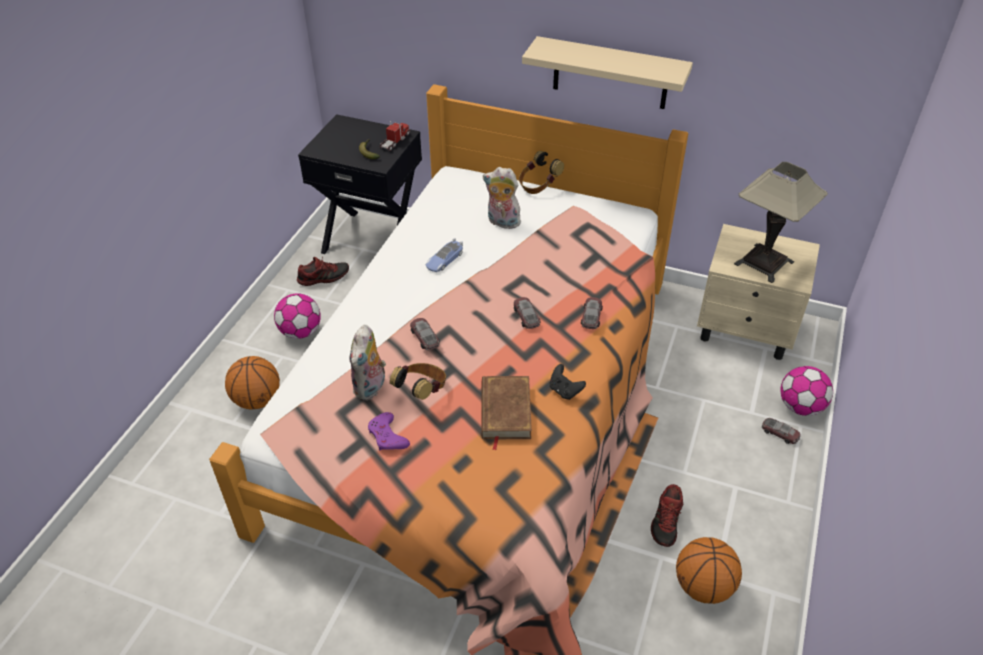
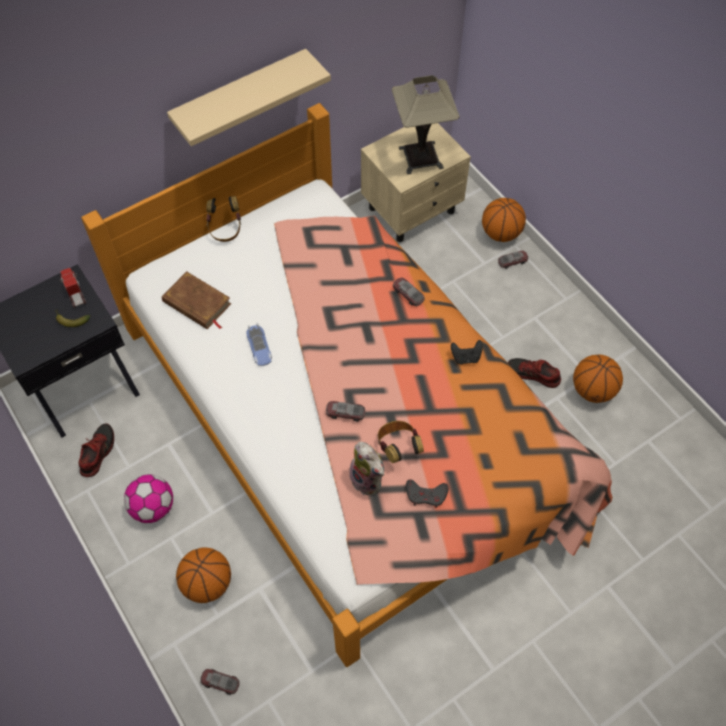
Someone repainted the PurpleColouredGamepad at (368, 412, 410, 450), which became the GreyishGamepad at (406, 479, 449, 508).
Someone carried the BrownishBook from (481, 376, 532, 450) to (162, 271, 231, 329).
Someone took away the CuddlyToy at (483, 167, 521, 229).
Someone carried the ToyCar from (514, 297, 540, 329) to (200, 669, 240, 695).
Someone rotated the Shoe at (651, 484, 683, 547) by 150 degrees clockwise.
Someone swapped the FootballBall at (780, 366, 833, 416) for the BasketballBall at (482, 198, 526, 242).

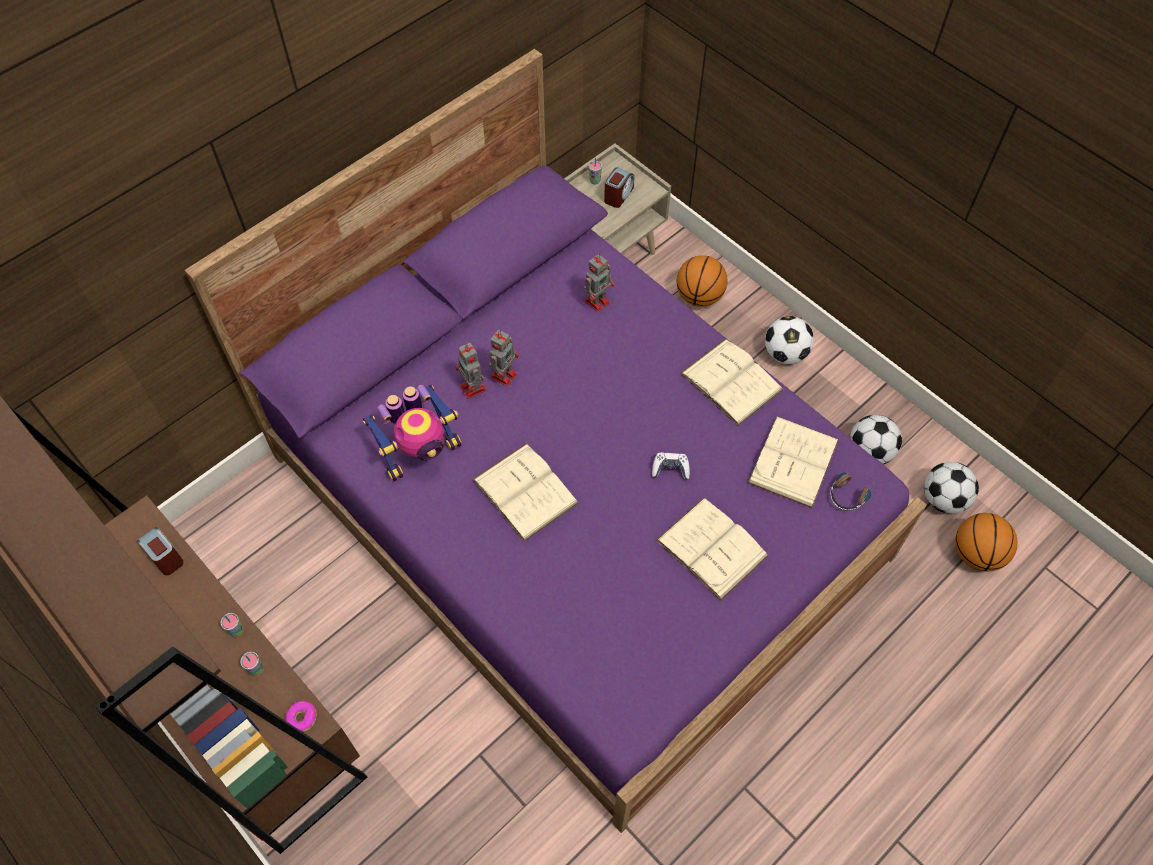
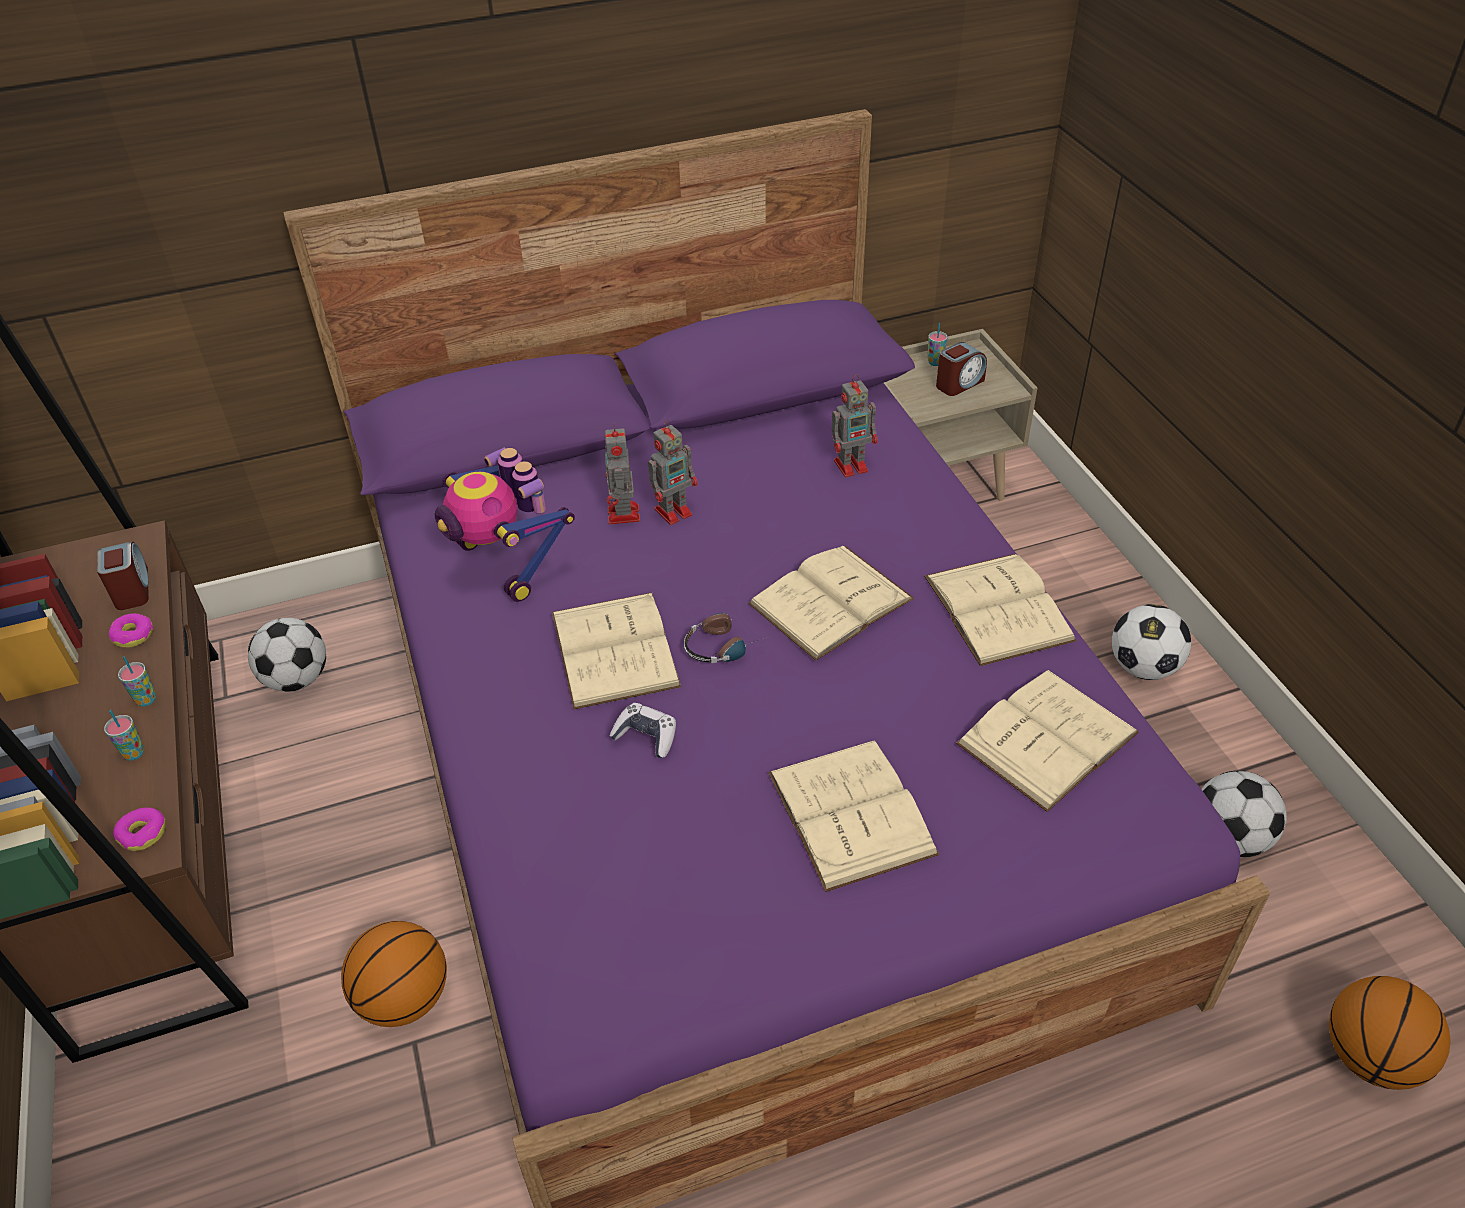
Someone rotated the ToyRobot at (363, 384, 462, 481) by 60 degrees clockwise.
Someone carried the Gamepad from (652, 453, 690, 479) to (609, 703, 676, 758).
Someone carried the BasketballBall from (676, 255, 728, 307) to (341, 921, 447, 1027).
Someone carried the Headphones from (830, 473, 877, 510) to (684, 613, 763, 663).
Someone carried the FootballBall from (924, 462, 979, 514) to (248, 618, 326, 692).
Someone put down the RingDoughnut at (109, 613, 154, 648).
Someone put down the BeigeColouredBook at (748, 546, 914, 661).

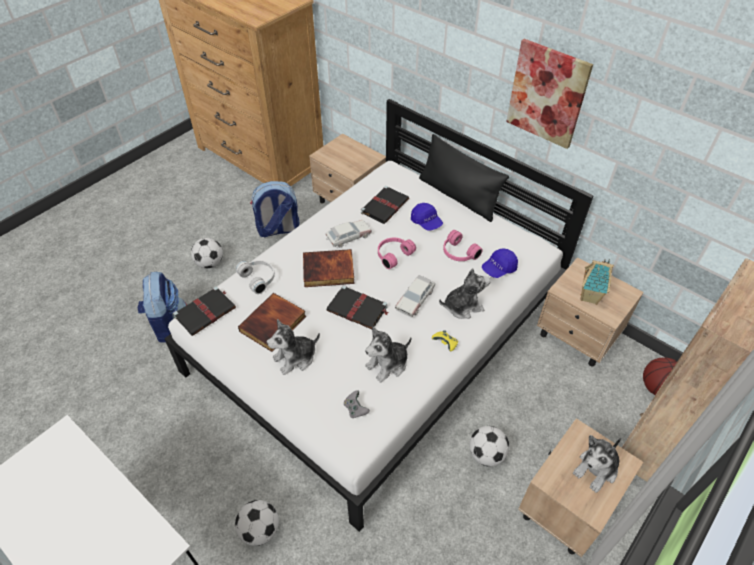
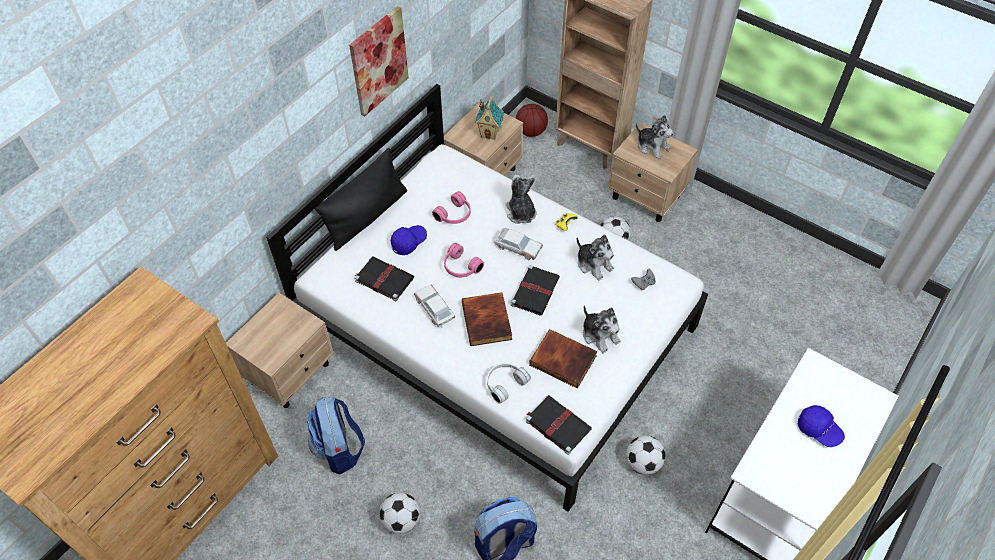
Someone carried the FootballBall from (235, 500, 279, 546) to (626, 435, 665, 475).
Someone carried the BluishCap from (482, 248, 518, 278) to (798, 405, 845, 447).

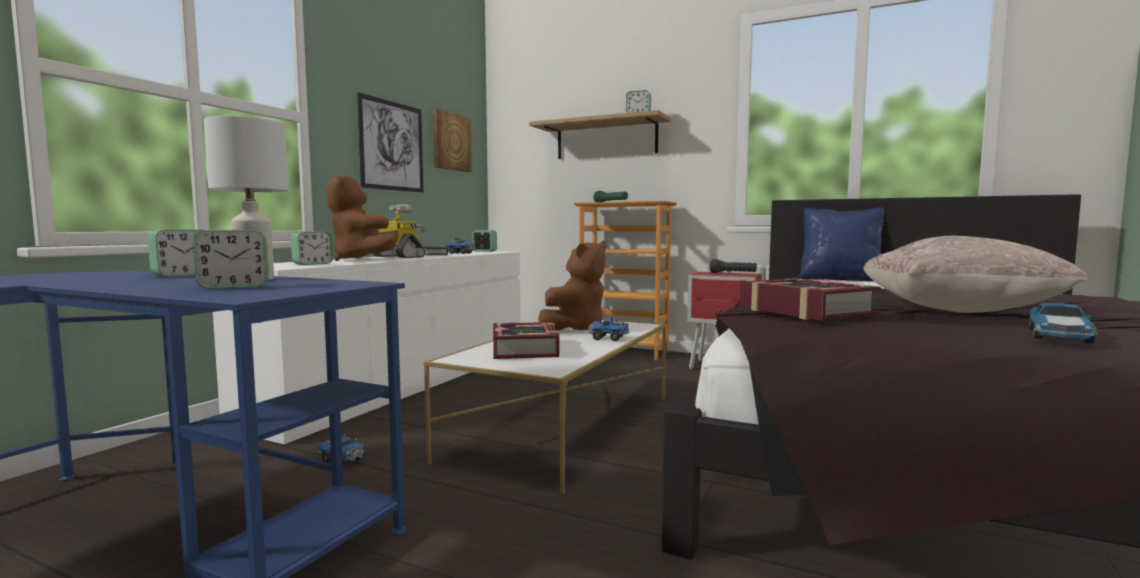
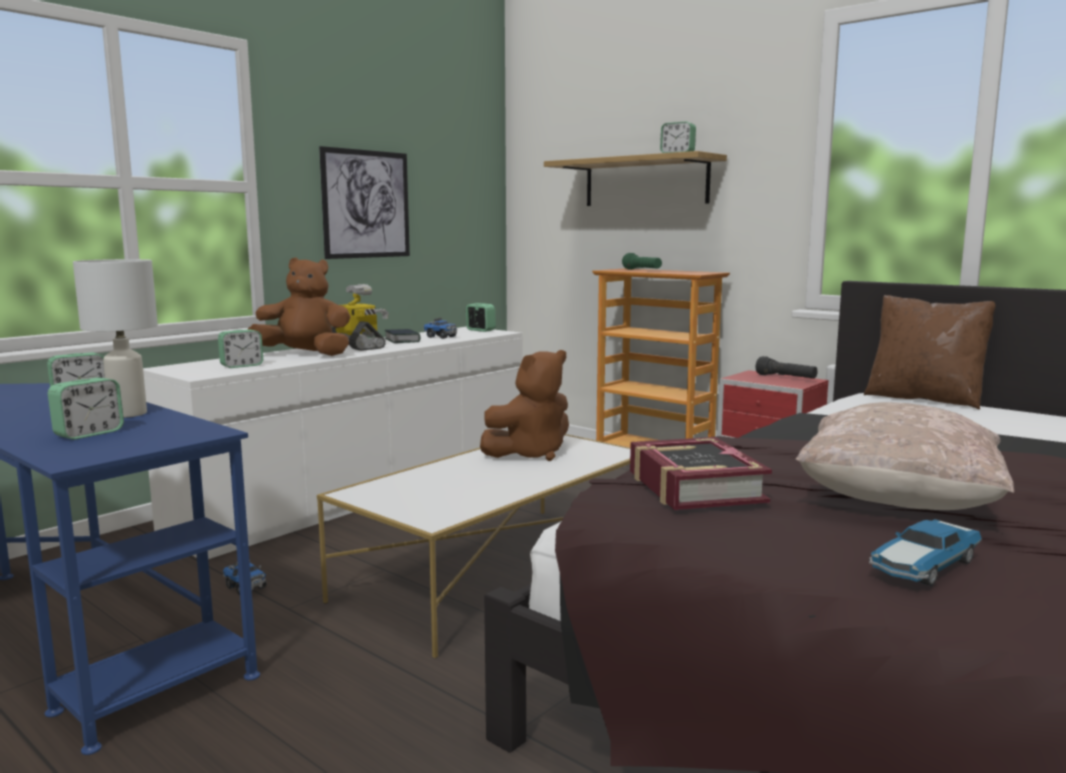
Someone rotated the AlarmClock at (193, 230, 269, 289) by 45 degrees counterclockwise.
Someone rotated the BrownishCuddlyToy at (326, 173, 398, 261) by 120 degrees clockwise.
Someone took away the Picture at (433, 109, 472, 172).
Someone took away the Book at (493, 322, 560, 359).
Someone took away the ToyLorry at (588, 316, 630, 341).
Someone repainted the BluishCushion at (798, 207, 885, 280), which became the BrownishCushion at (864, 295, 995, 409).

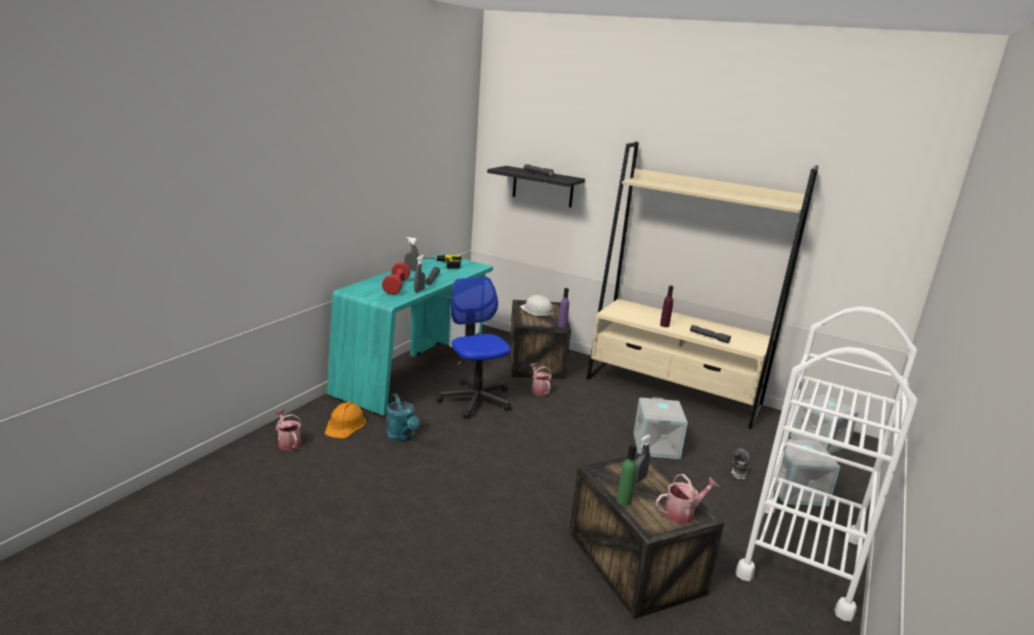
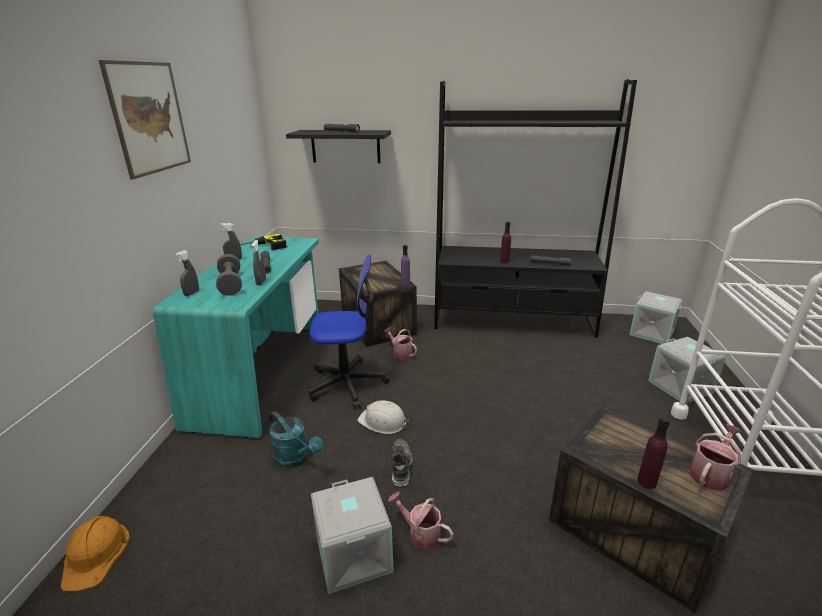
Someone carried the SprinklingCan from (275, 409, 301, 450) to (388, 492, 454, 550).
Someone carried the OrangeyHardHat from (325, 402, 366, 438) to (61, 516, 130, 591).
Someone repainted the RedColouredDumbbell at (382, 262, 411, 295), which became the GreyishDumbbell at (216, 254, 242, 295).
Someone rotated the DeskChair at (436, 277, 511, 419) by 135 degrees clockwise.
Someone carried the WhiteColouredHardHat from (520, 295, 554, 317) to (358, 400, 409, 434).
Someone repainted the BeigeColouredBookshelf at (587, 142, 819, 429), which became the BlackColouredBookshelf at (434, 79, 637, 338).
Someone repainted the GreenColouredDrinkBottle at (617, 443, 637, 506), which became the PurpleColouredDrinkBottle at (637, 416, 670, 489).
Someone carried the GreyishStorageBox from (633, 397, 688, 459) to (311, 477, 394, 594).
Someone carried the GreyishSprayBottle from (635, 434, 651, 483) to (176, 250, 199, 296).
Someone carried the Shoe from (731, 448, 751, 479) to (391, 439, 413, 486).
Someone put up the Picture at (98, 60, 191, 179).

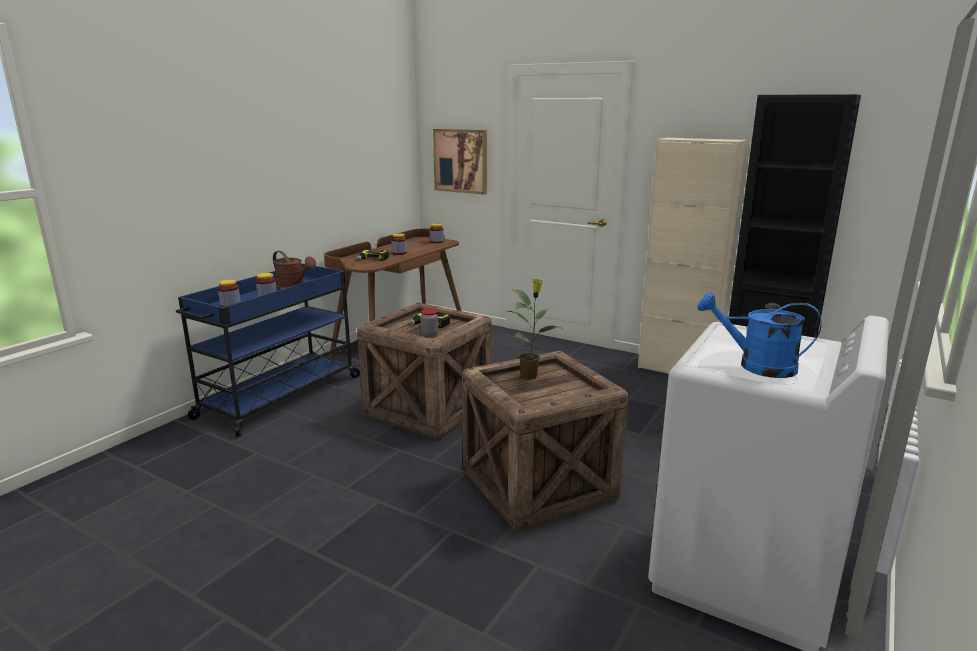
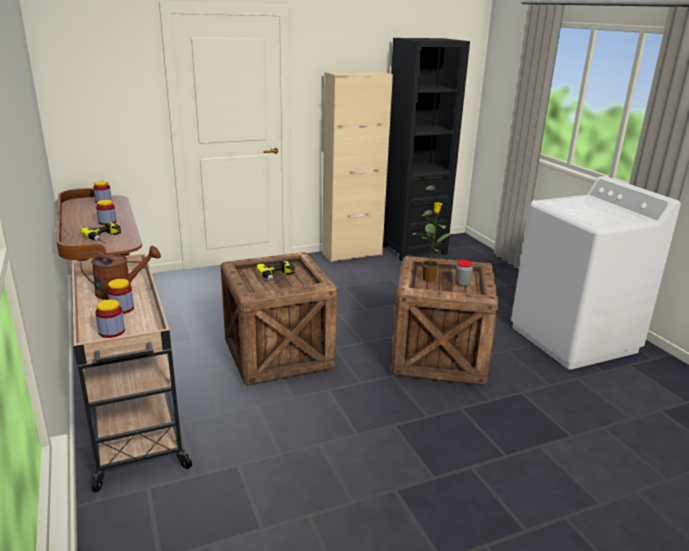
Someone repainted the BluishWheeledCart at (176, 264, 360, 437), which became the BeigeColouredWheeledCart at (72, 253, 192, 492).
Someone carried the Jar from (420, 309, 438, 337) to (455, 260, 473, 287).
Someone took away the Picture at (433, 129, 487, 195).
Someone took away the BluishSprinklingCan at (697, 292, 821, 378).

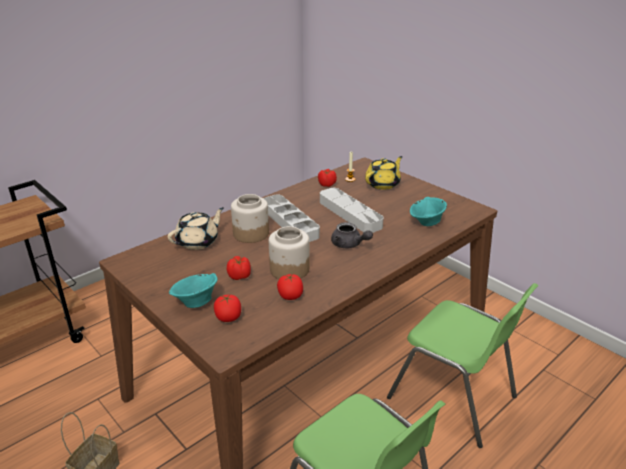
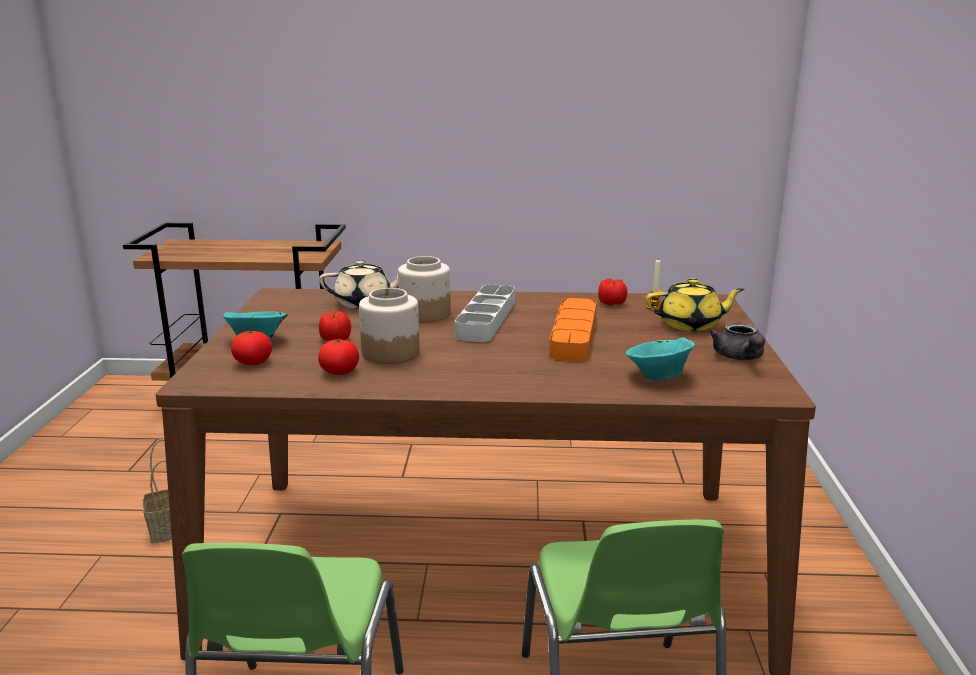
Someone repainted the GreyishCarryingTray at (320, 188, 384, 233), which became the OrangeyCarryingTray at (549, 298, 597, 361).
Someone carried the GreyishTeaPot from (331, 222, 373, 249) to (709, 323, 765, 360).

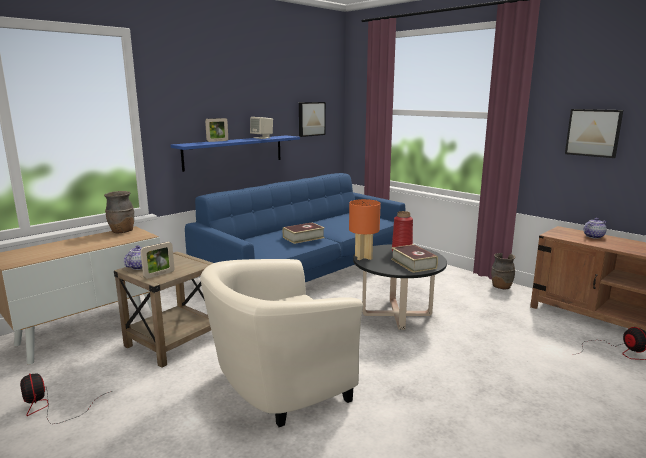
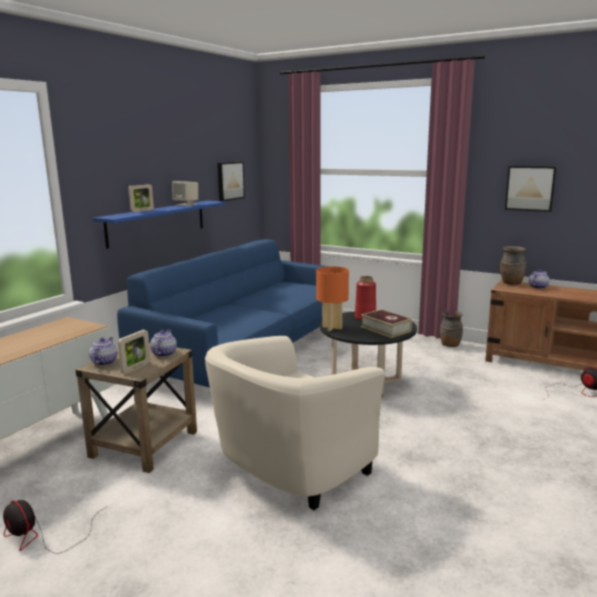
Someone carried the BrownishVase from (104, 191, 134, 233) to (500, 246, 527, 285).
Someone took away the Book at (283, 222, 325, 244).
Someone put down the TeaPot at (150, 330, 177, 357).

